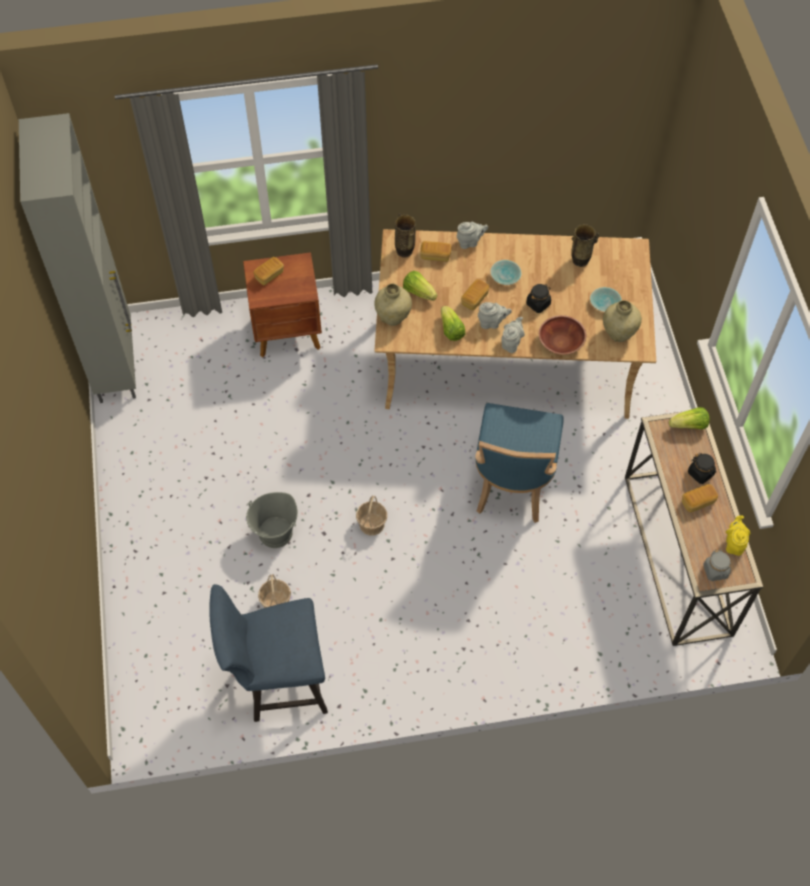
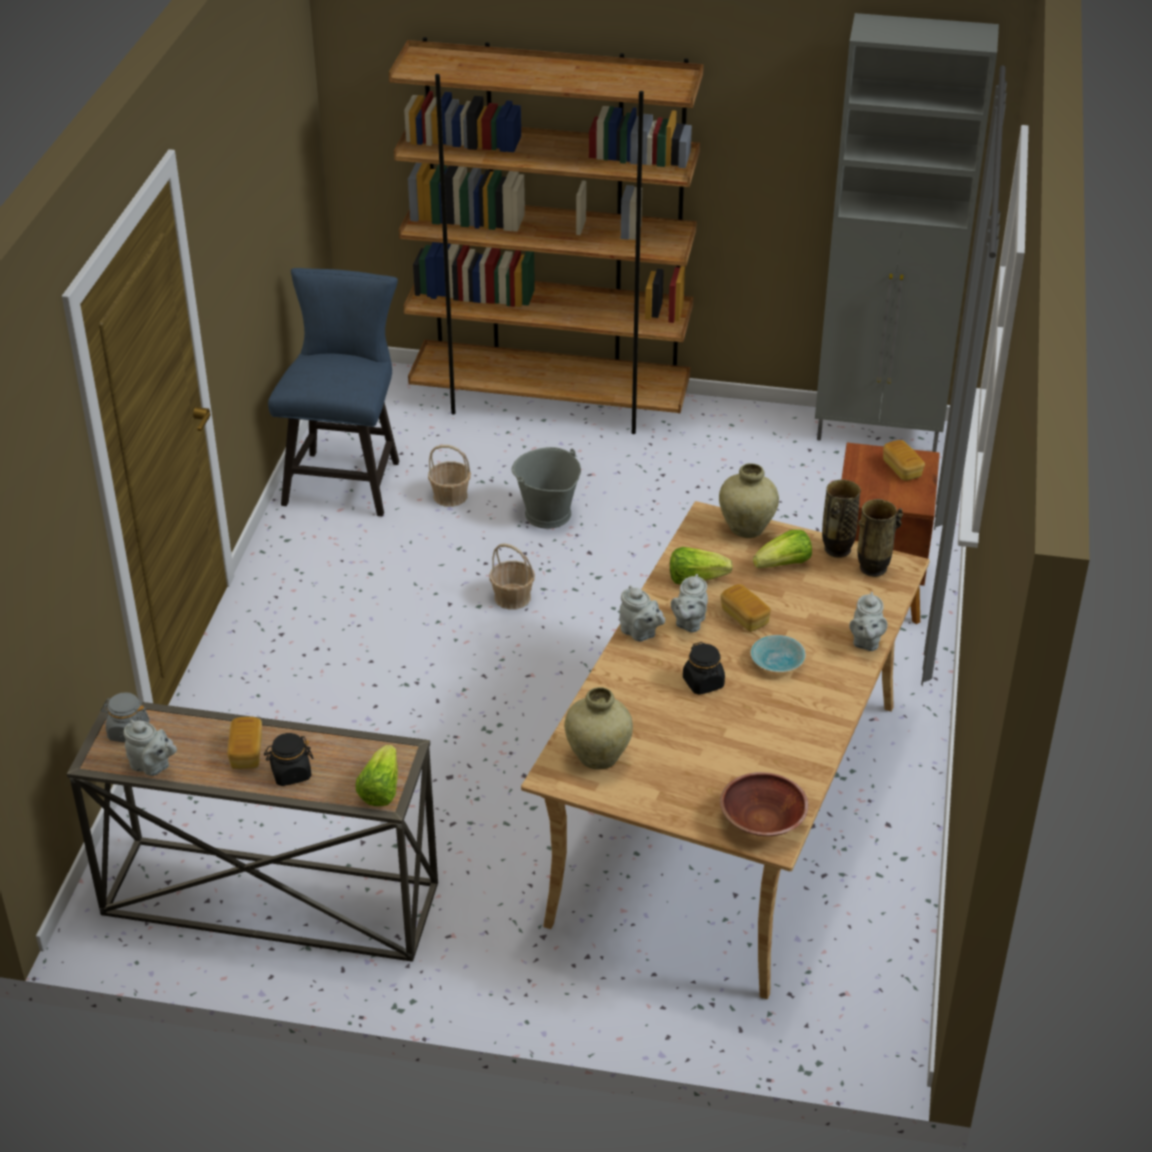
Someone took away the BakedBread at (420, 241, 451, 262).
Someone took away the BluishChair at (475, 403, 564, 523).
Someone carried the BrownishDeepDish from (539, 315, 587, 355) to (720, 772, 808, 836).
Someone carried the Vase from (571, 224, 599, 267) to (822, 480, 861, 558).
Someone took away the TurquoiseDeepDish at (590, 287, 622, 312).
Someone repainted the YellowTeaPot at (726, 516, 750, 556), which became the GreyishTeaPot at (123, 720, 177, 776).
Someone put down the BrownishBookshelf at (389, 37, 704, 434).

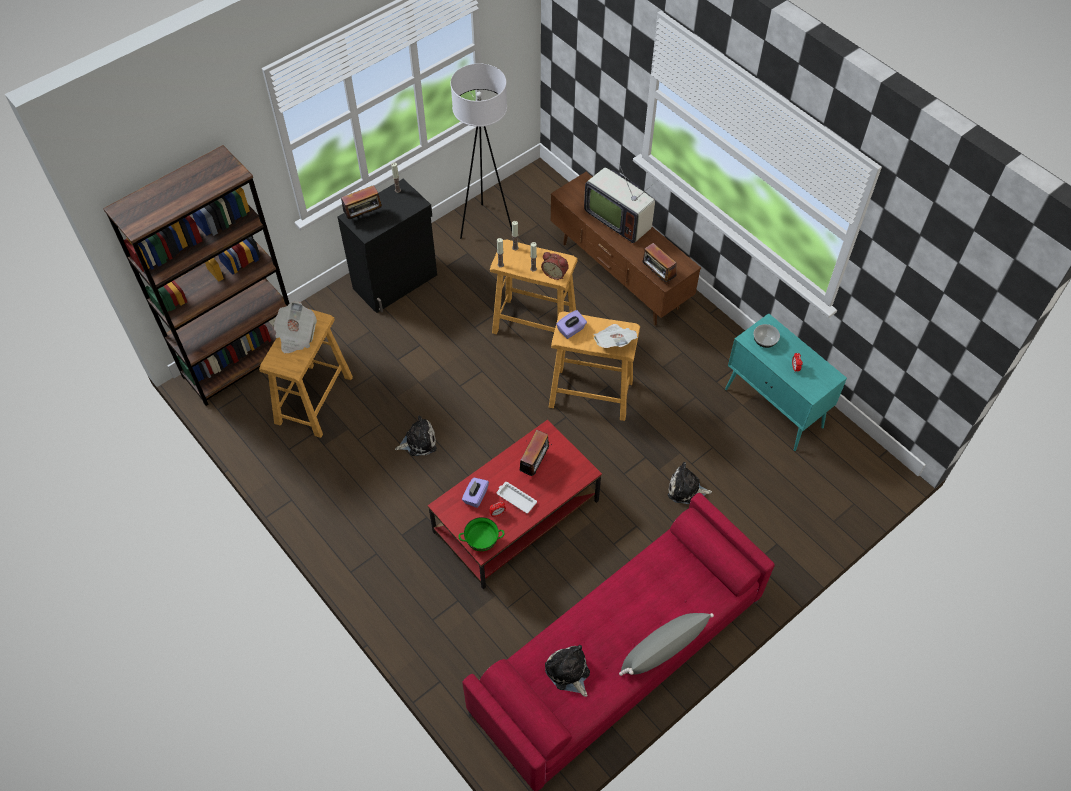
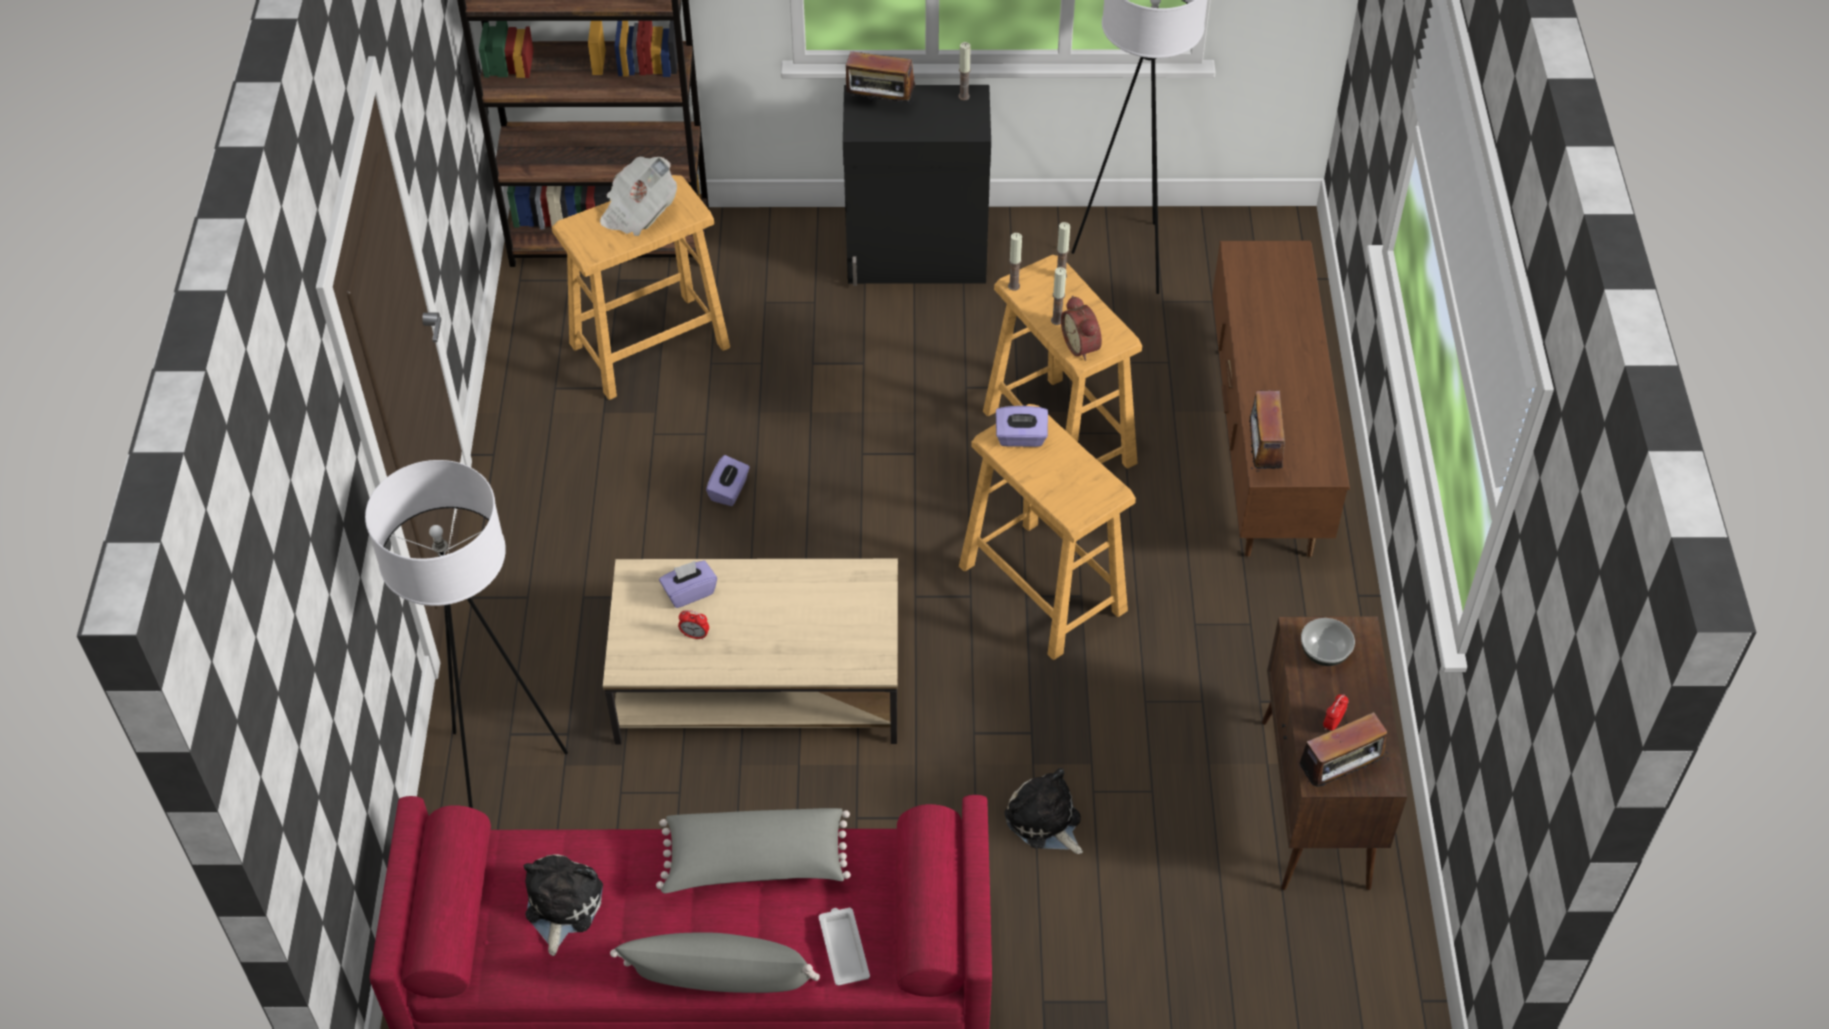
Someone swapped the CuddlyToy at (395, 415, 437, 456) for the PurpleColouredTissueHolder at (706, 455, 750, 506).
Someone repainted the RedColouredLoungeTable at (428, 420, 602, 589), which became the BeigeColouredLoungeTable at (603, 559, 898, 745).
Someone took away the GreenColouredDeepDish at (458, 517, 504, 551).
Someone carried the WhiteColouredCarryingTray from (497, 482, 537, 513) to (819, 908, 870, 986).
Someone carried the Radio from (519, 430, 552, 477) to (1299, 712, 1389, 787).
Someone took away the TvSet at (584, 164, 655, 243).
Someone took away the PrintedPaper at (593, 324, 637, 348).
Someone repainted the TurquoiseStorageCabinet at (725, 313, 847, 451), which became the BrownishStorageCabinet at (1262, 616, 1407, 890).
Someone put down the WhiteColouredStandingLamp at (365, 460, 568, 808).
Someone put down the GreyishCushion at (656, 808, 851, 893).

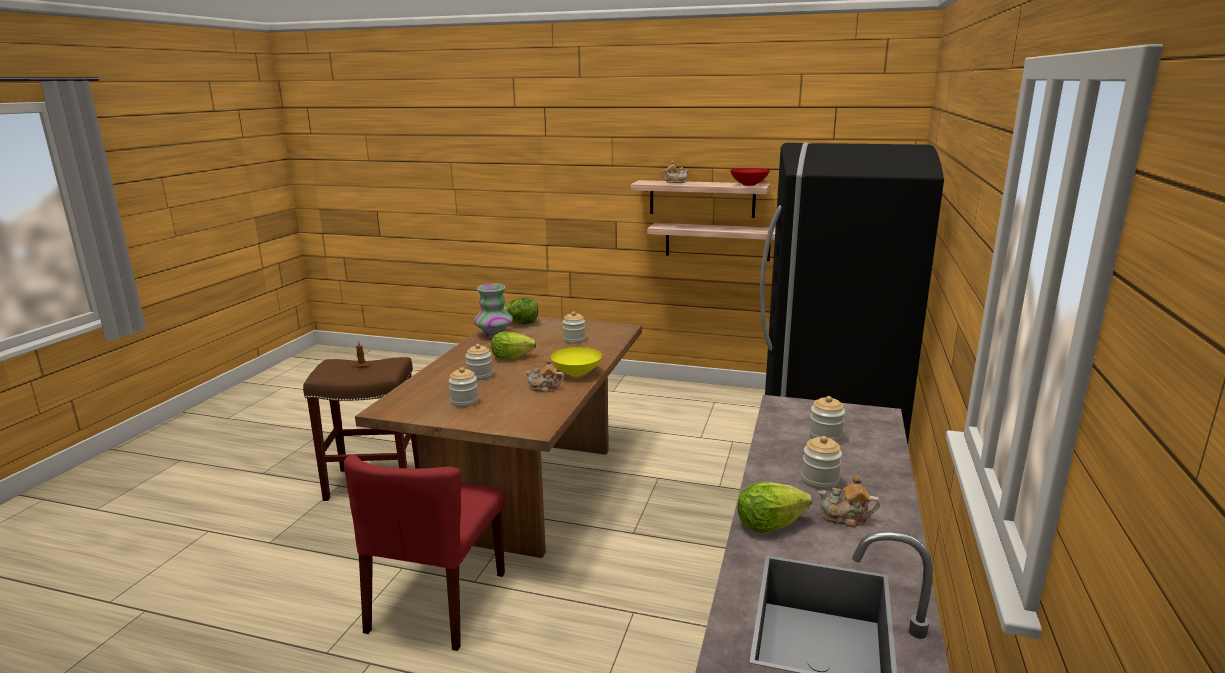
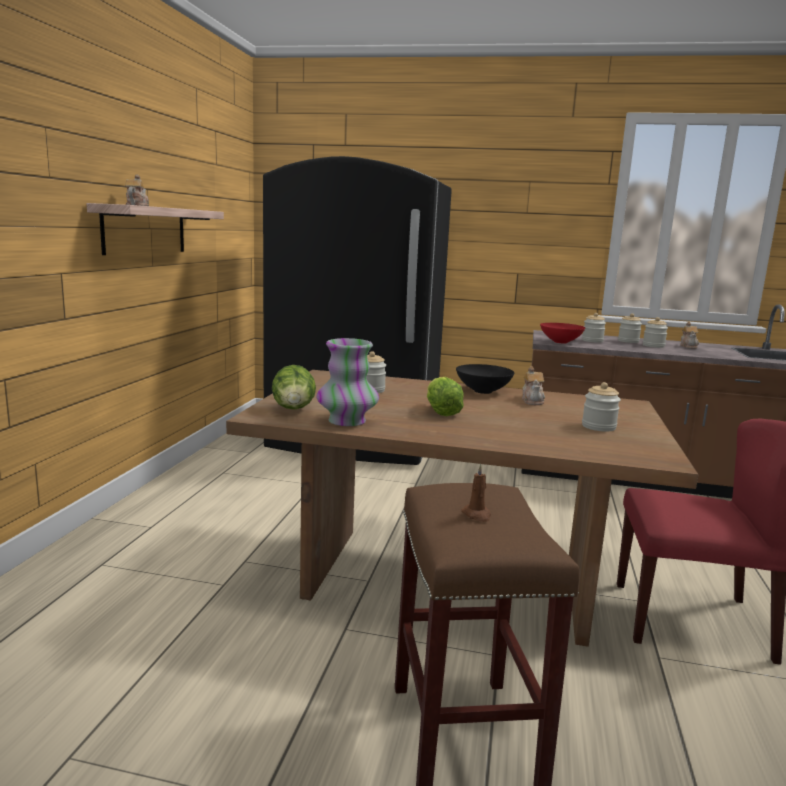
Someone carried the Jar from (466, 344, 493, 380) to (618, 313, 642, 343).
Someone repainted the YellowDeepDish at (551, 347, 602, 377), which became the BlackColouredDeepDish at (456, 364, 514, 394).
Someone took away the Shelf at (647, 223, 775, 261).
Someone carried the RedColouredDeepDish from (730, 168, 770, 186) to (540, 323, 585, 343).
Someone took away the Lettuce at (738, 482, 812, 533).

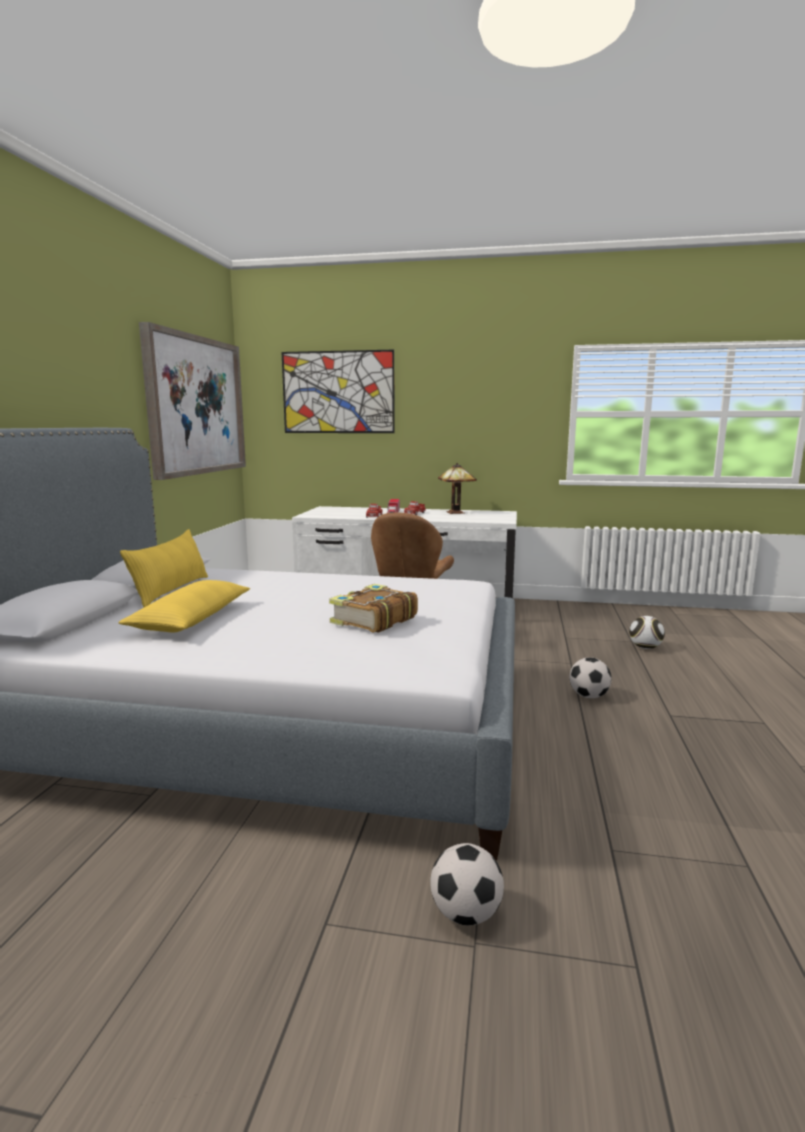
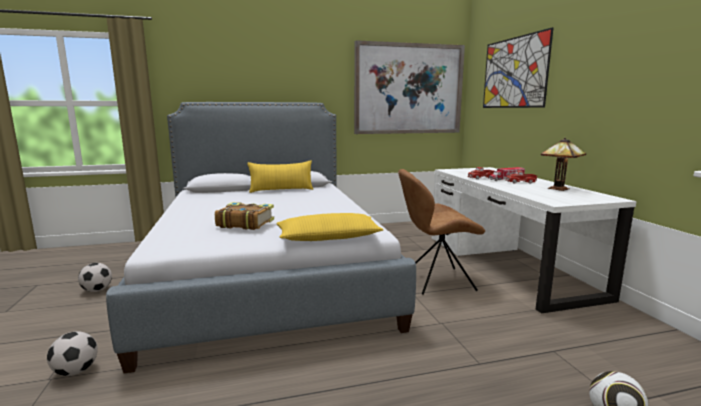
Someone carried the YellowCushion from (118, 580, 250, 632) to (276, 213, 384, 241).
Someone carried the FootballBall from (569, 657, 612, 698) to (78, 263, 112, 292).

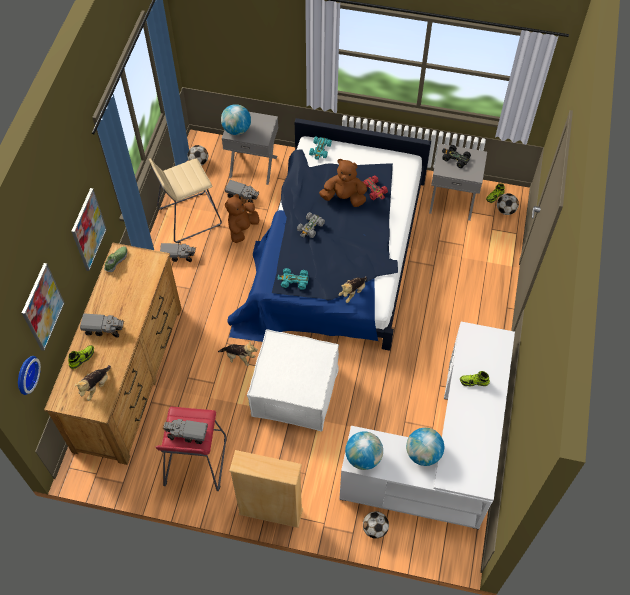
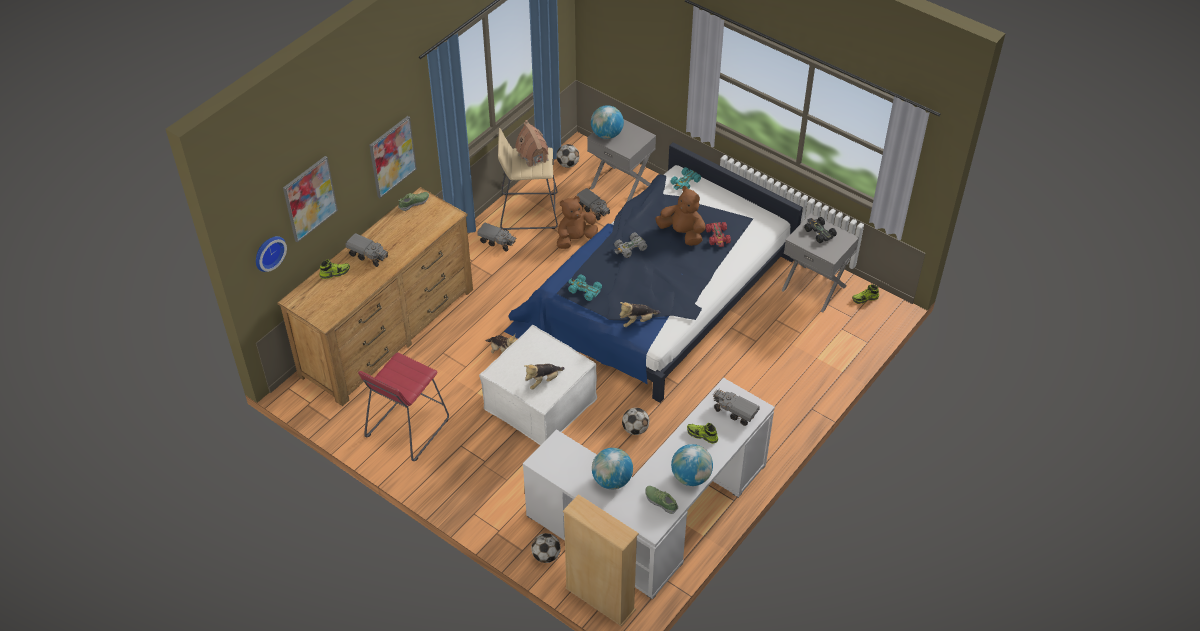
Someone carried the CuddlyToy from (75, 365, 111, 401) to (525, 364, 565, 390).
Someone carried the ToyLorry from (163, 419, 208, 444) to (713, 389, 760, 426).
Someone carried the BeigeColouredBookshelf from (229, 450, 303, 528) to (563, 494, 639, 627).
Someone carried the DeskGlobe from (345, 431, 383, 470) to (671, 444, 713, 486).
Someone carried the FootballBall from (497, 193, 519, 215) to (622, 408, 649, 435).
Someone put down the ToyHouse at (515, 120, 549, 167).
Someone put down the Shoe at (645, 486, 678, 514).

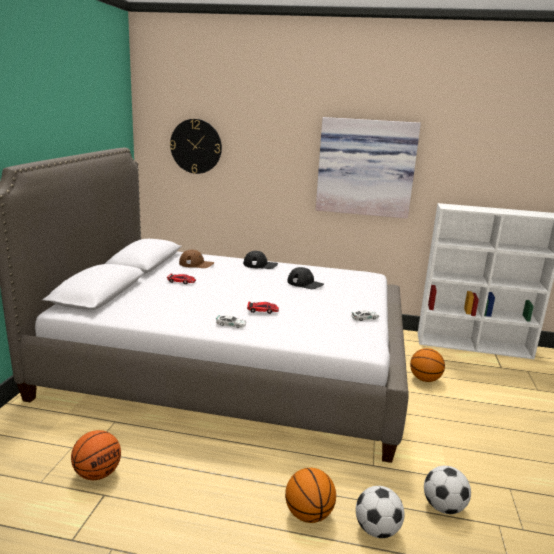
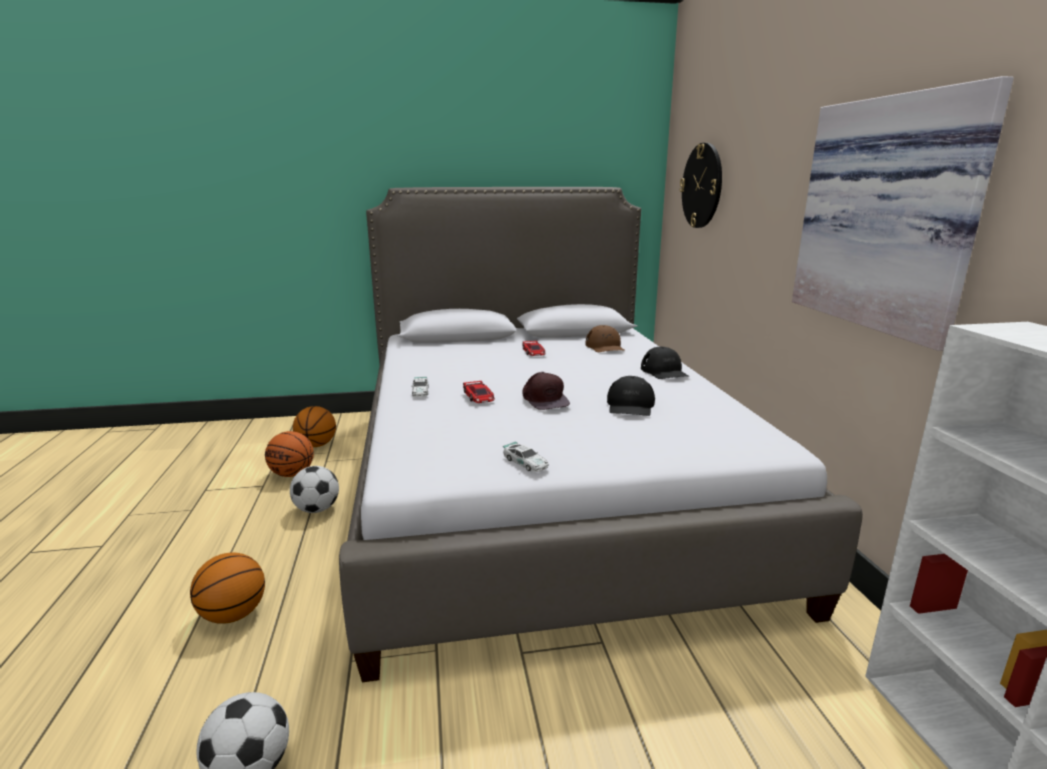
Someone carried the FootballBall from (356, 486, 404, 538) to (290, 466, 339, 513).
Someone carried the BasketballBall from (410, 348, 445, 382) to (293, 406, 336, 447).
Someone put down the BrownishCap at (523, 372, 570, 410).

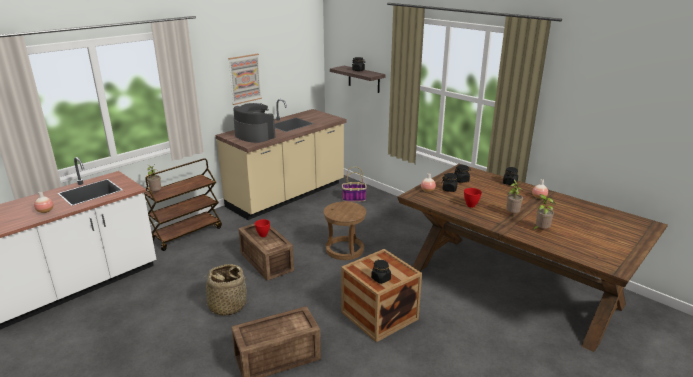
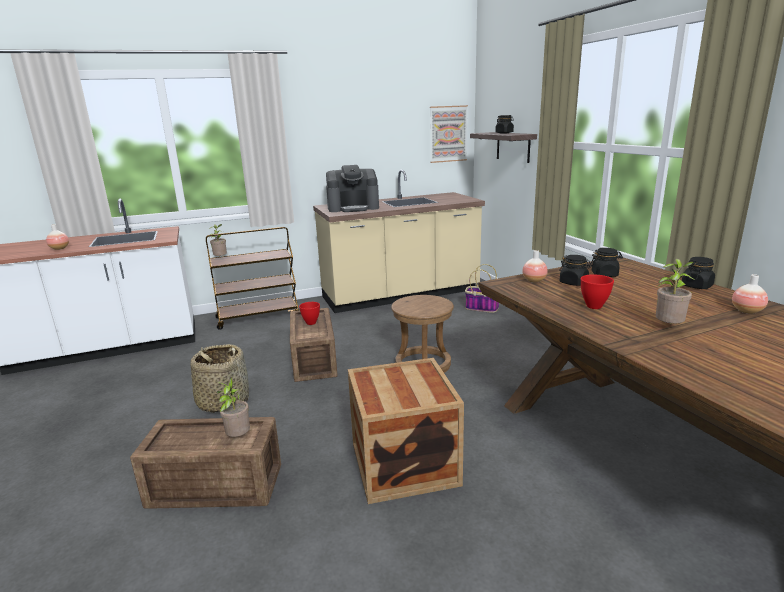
Someone carried the Picture from (228, 54, 262, 105) to (430, 105, 468, 163).
Someone rotated the CoffeeMaker at (233, 103, 275, 143) by 105 degrees clockwise.
Someone took away the BlackColouredJar at (371, 260, 391, 284).
Someone carried the PottedPlant from (532, 194, 556, 230) to (216, 377, 250, 437).

